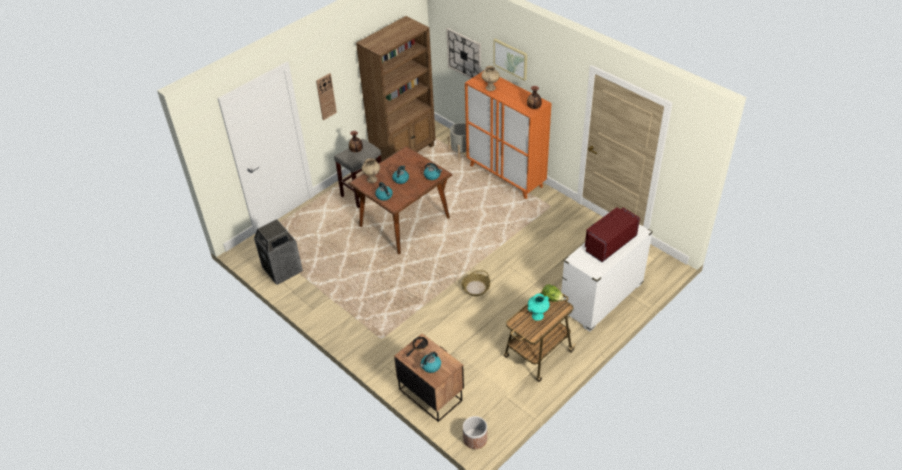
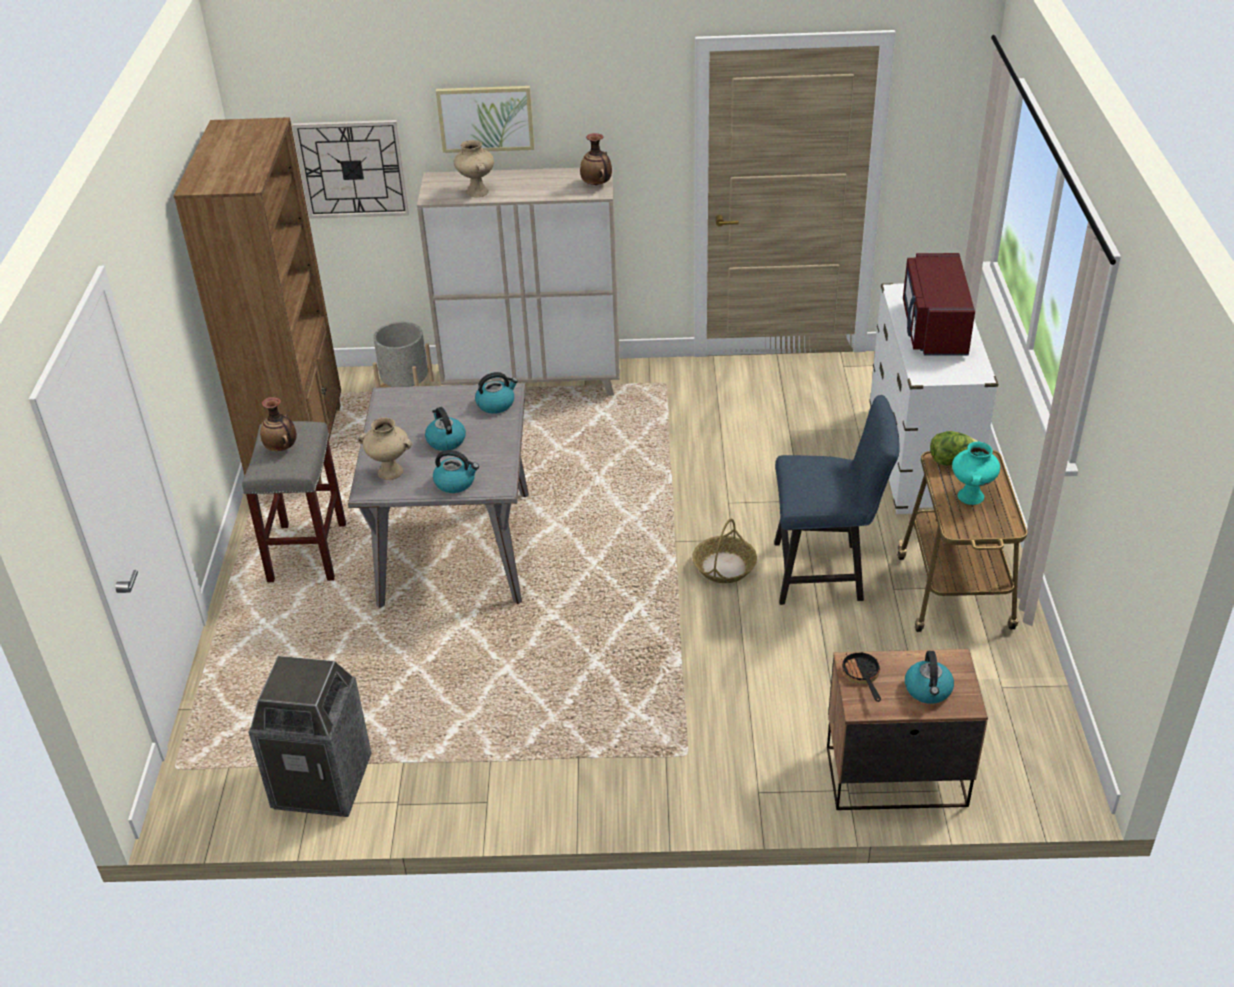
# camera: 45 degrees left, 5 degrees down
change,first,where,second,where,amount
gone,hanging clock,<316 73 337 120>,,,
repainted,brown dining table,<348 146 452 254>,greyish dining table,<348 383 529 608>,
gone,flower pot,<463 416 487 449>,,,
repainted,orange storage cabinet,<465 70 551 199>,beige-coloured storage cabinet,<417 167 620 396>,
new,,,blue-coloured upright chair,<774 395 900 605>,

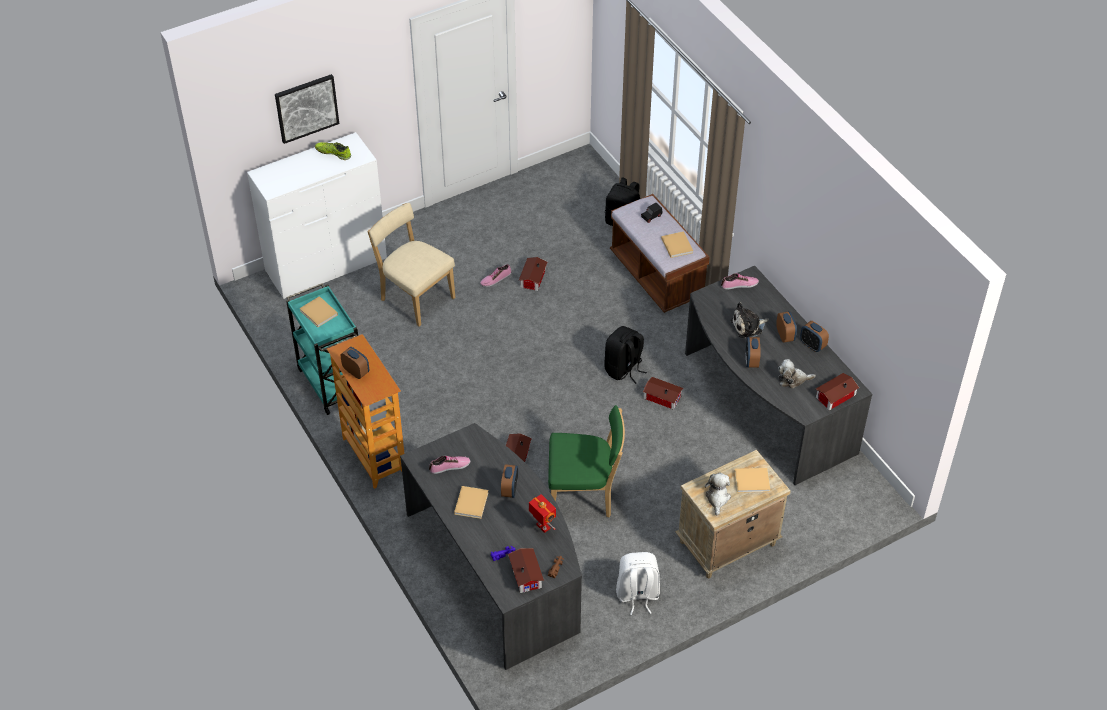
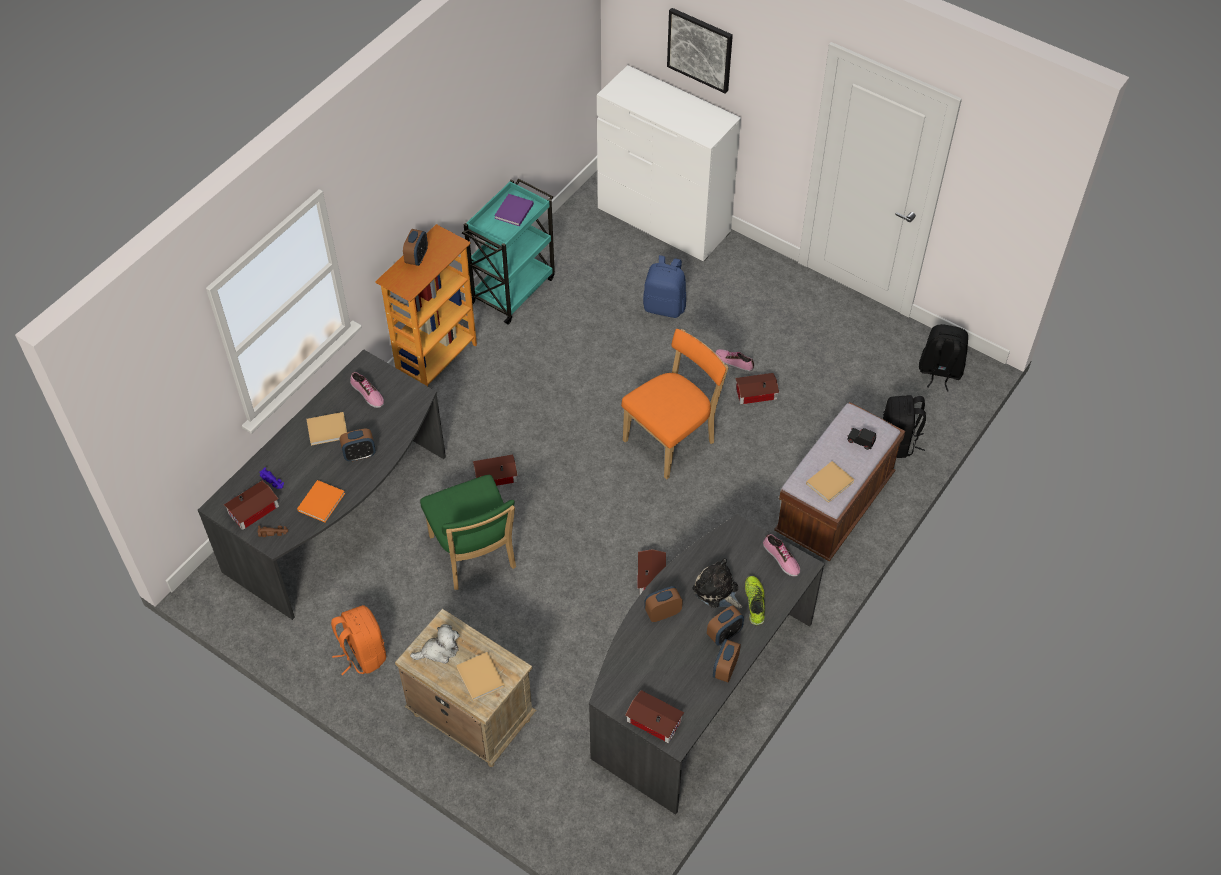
# camera: 65 degrees right, 5 degrees up
change,first,where,second,where,amount
repainted,beige-coloured bound book,<299 296 338 327>,purple bound book,<494 194 534 226>,
shifted,shoe,<315 142 351 160>,,<745 576 765 625>,
swapped,beige-coloured upright chair,<368 203 455 327>,blue-coloured rucksack,<643 255 686 318>,
swapped,model robot,<529 494 556 533>,orange bound book,<297 480 345 522>,
shifted,black rucksack,<604 326 647 384>,,<919 324 968 391>,
repainted,whitish rucksack,<616 552 660 615>,orange rucksack,<331 605 386 676>,
gone,cuddly toy,<778 359 816 389>,,,
new,,,orange upright chair,<621 329 728 480>,

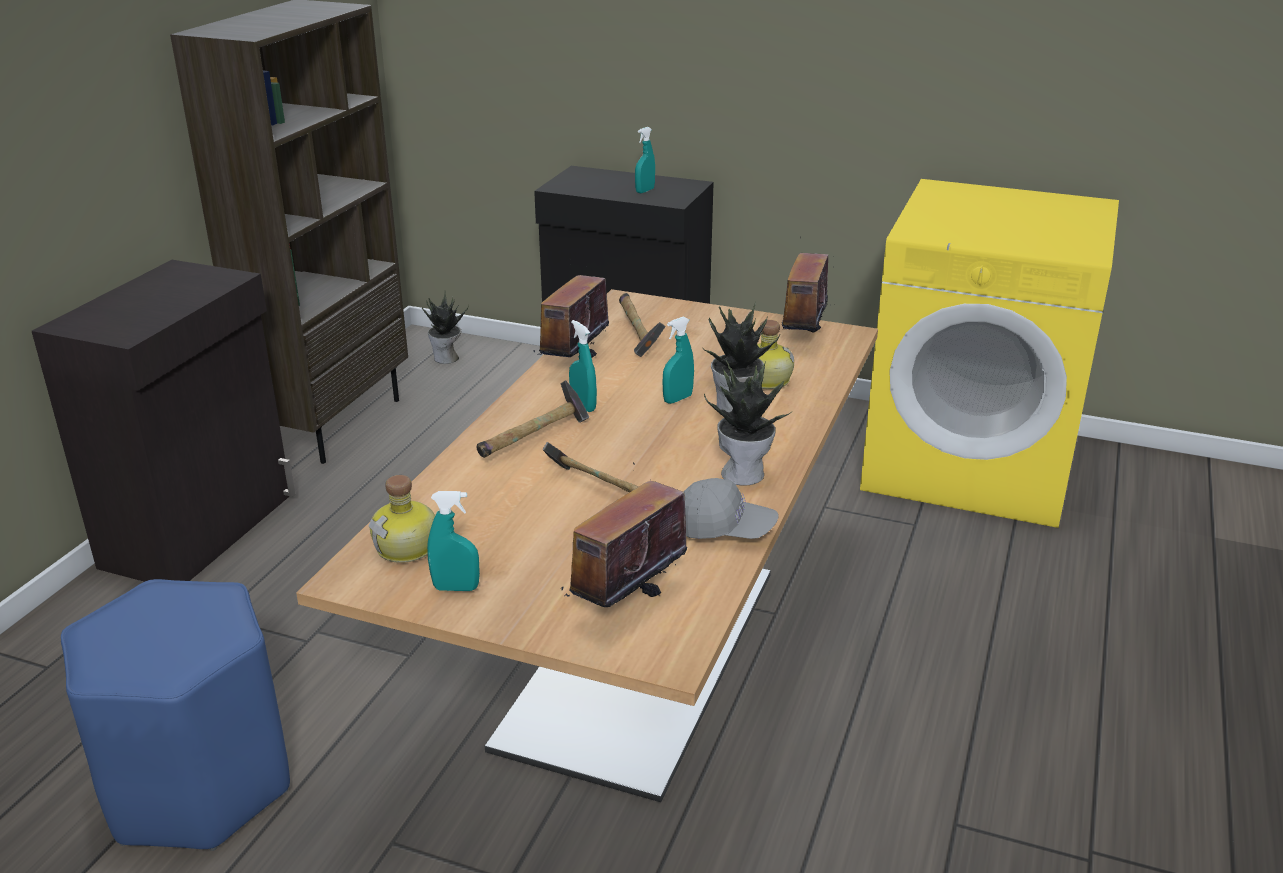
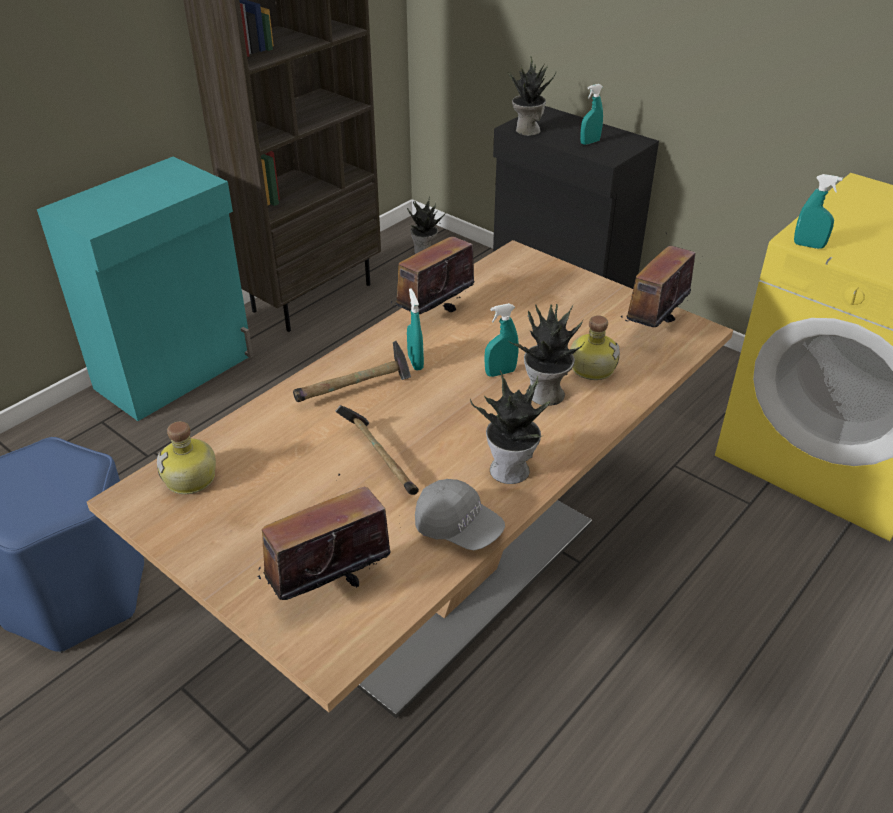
# camera: 20 degrees right, 10 degrees up
change,first,where,second,where,amount
repainted,black storage cabinet,<32 260 296 582>,turquoise-coloured storage cabinet,<37 157 253 421>,
shifted,turquoise-coloured spray bottle,<427 491 480 591>,,<794 174 843 249>,
gone,hand hammer,<619 293 666 357>,,,
new,,,potted plant,<507 56 556 136>,

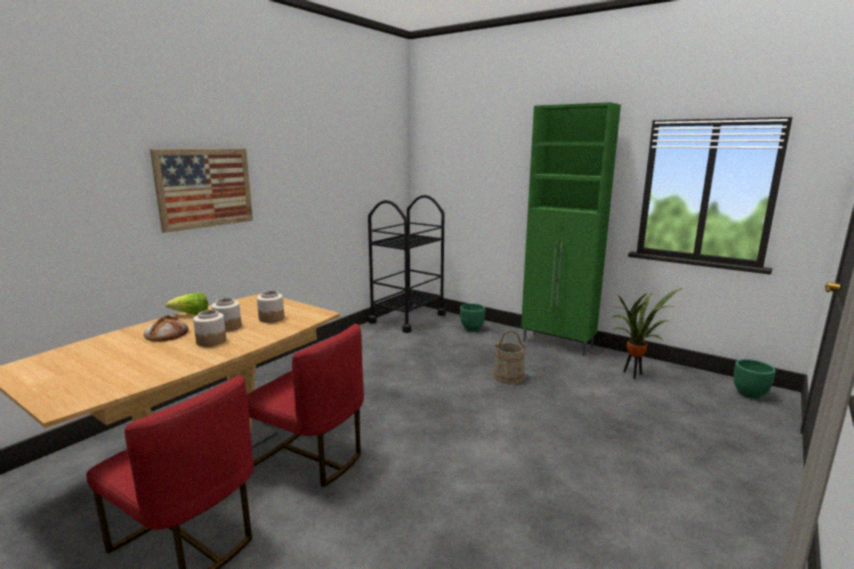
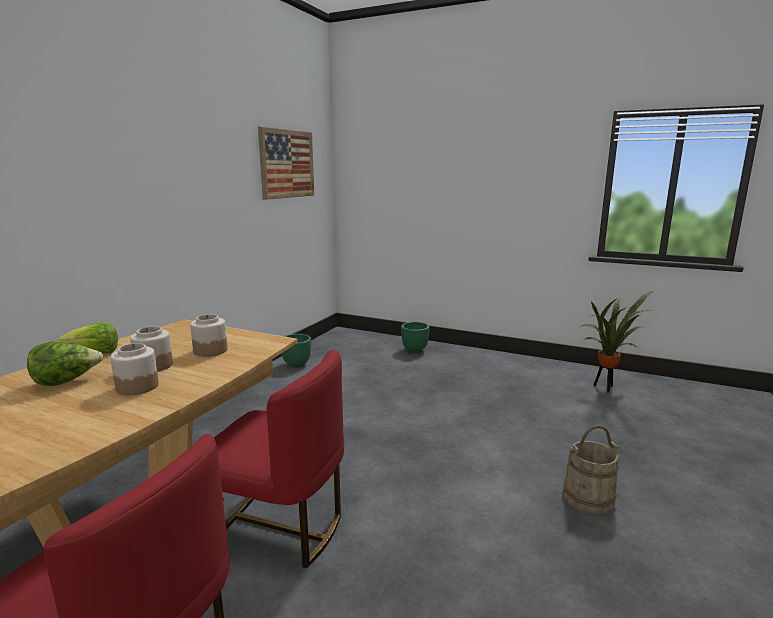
# camera: 10 degrees left, 0 degrees up
change,first,where,second,where,amount
swapped,baked bread,<144 315 188 342>,lettuce head,<27 341 103 386>,
shifted,wall picture,<150 149 253 233>,,<258 126 314 200>,
gone,black wheeled cart,<368 195 446 333>,,,
shifted,beige-coloured pail,<493 330 527 384>,,<563 425 619 514>,
gone,greenish storage cabinet,<521 102 621 356>,,,
shifted,greenish flower pot,<734 359 776 399>,,<282 334 311 368>,

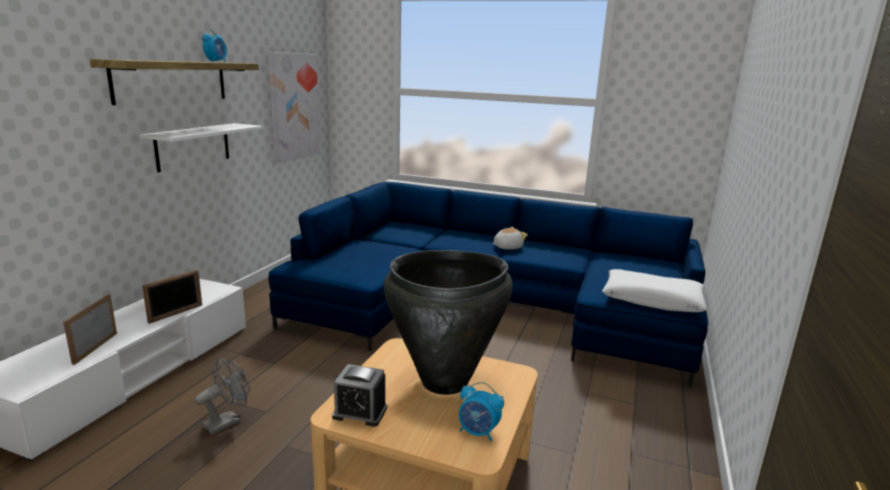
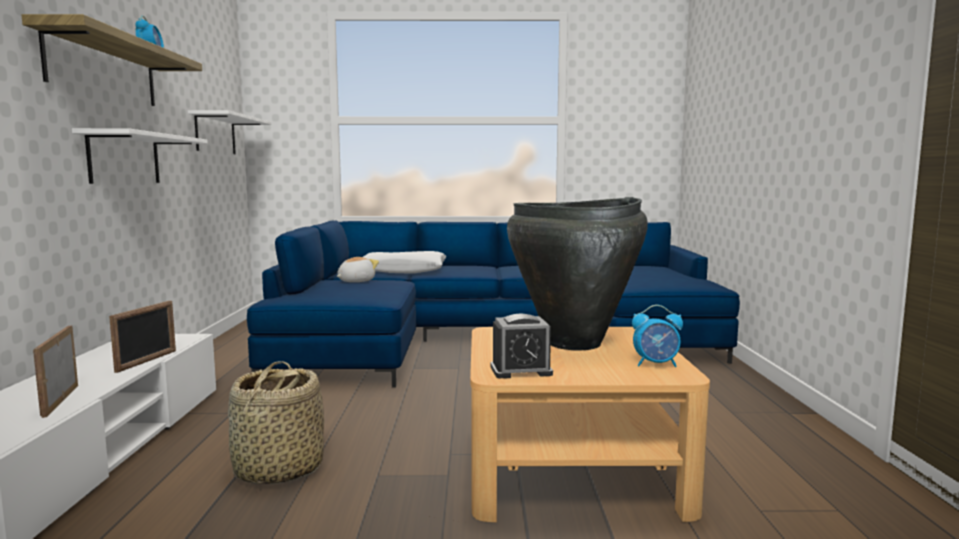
# camera: 20 degrees left, 10 degrees down
change,first,where,second,where,amount
swapped,greyish electric fan,<195 357 250 434>,household basket,<228 361 324 484>,
swapped,wall picture,<268 52 320 163>,whitish bracket shelf,<188 110 271 154>,
shifted,cuddly toy,<493 227 528 250>,,<337 257 379 282>,
shifted,whitish cushion,<602 269 707 312>,,<363 251 446 274>,

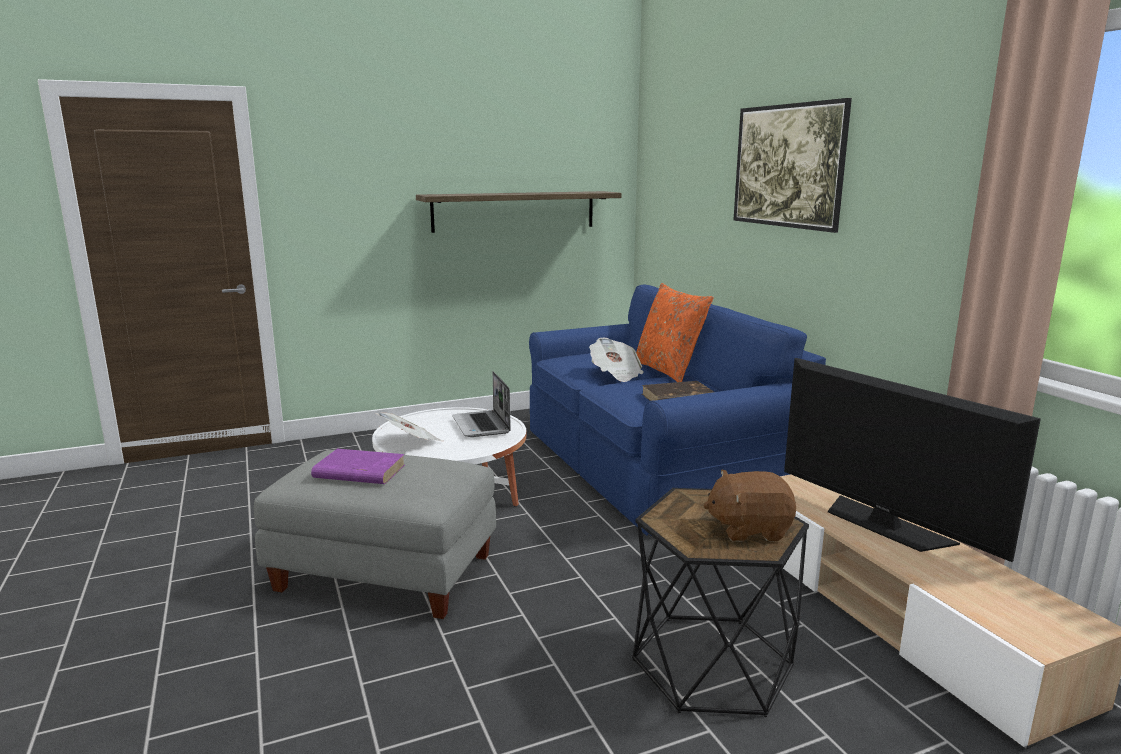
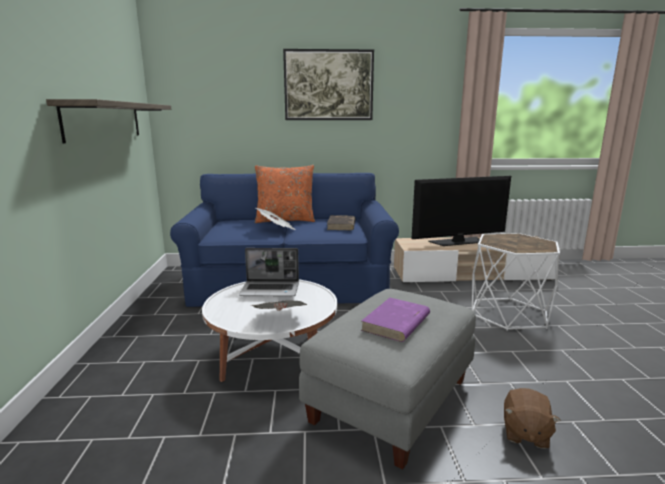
# camera: 70 degrees left, 0 degrees up
change,first,where,second,where,amount
repainted,black end table,<632 488 809 717>,whitish end table,<472 233 560 331>,
shifted,brown cuddly toy,<703 470 796 542>,,<504 388 560 449>,

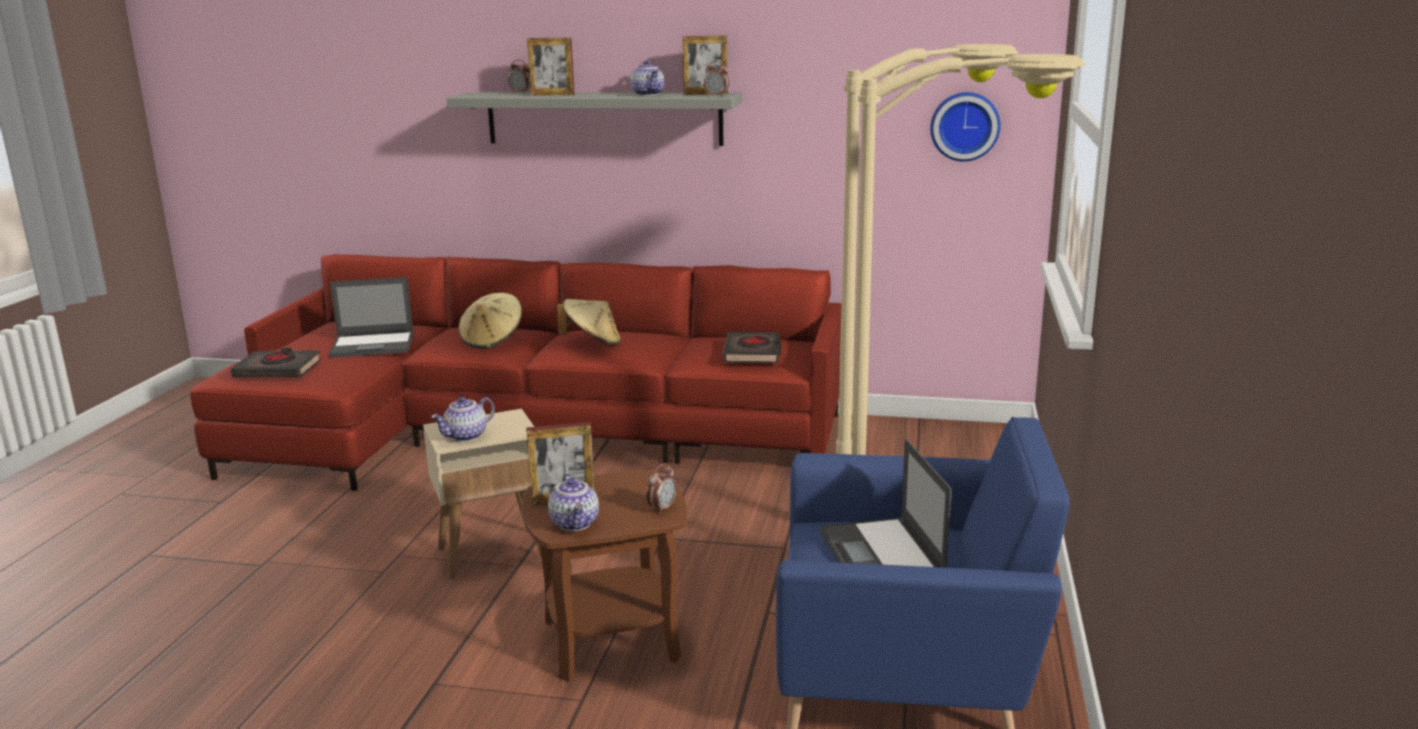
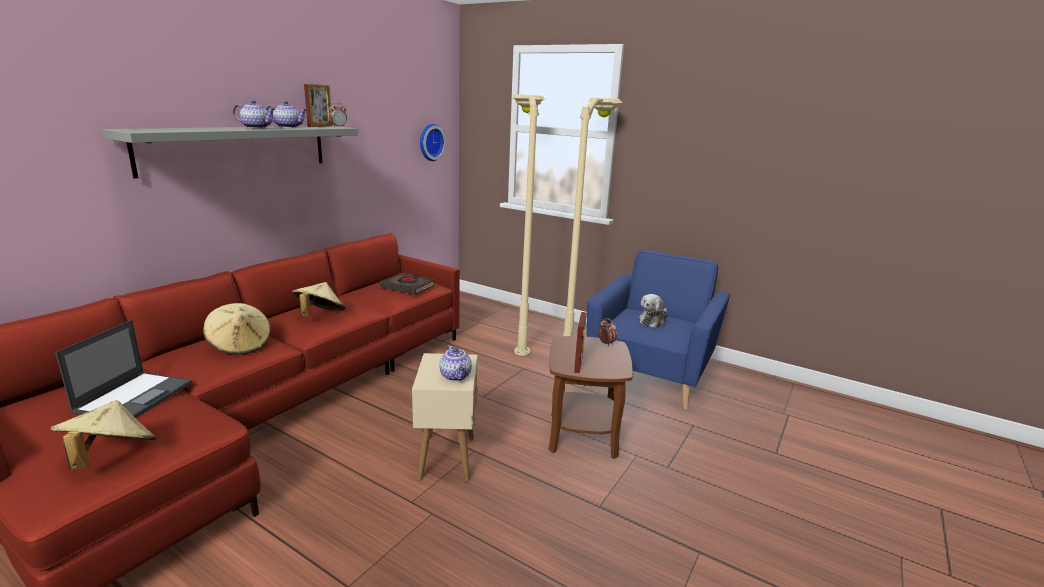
# camera: 70 degrees left, 0 degrees up
change,first,where,second,where,amount
swapped,black bound book,<231 348 321 378>,beige-coloured clothing hat,<50 400 156 470>,
gone,bedside clock,<508 60 530 93>,,,
gone,picture frame,<527 38 575 95>,,,
shifted,teapot,<548 474 599 531>,,<233 100 276 129>,
swapped,portable computer,<820 439 952 568>,cuddly toy,<639 294 668 328>,

